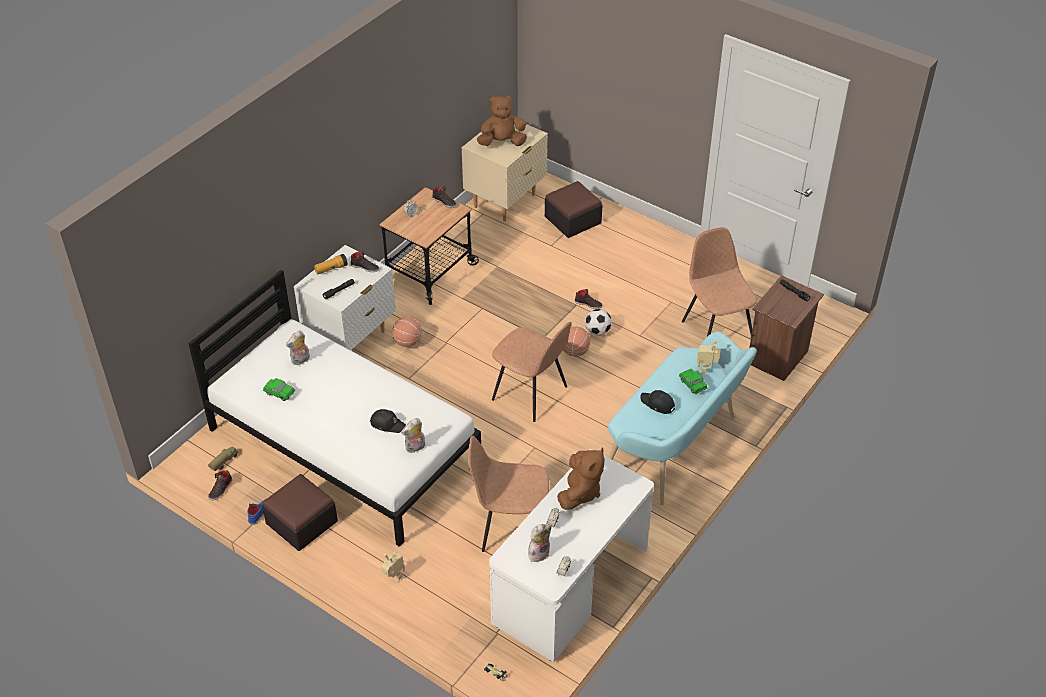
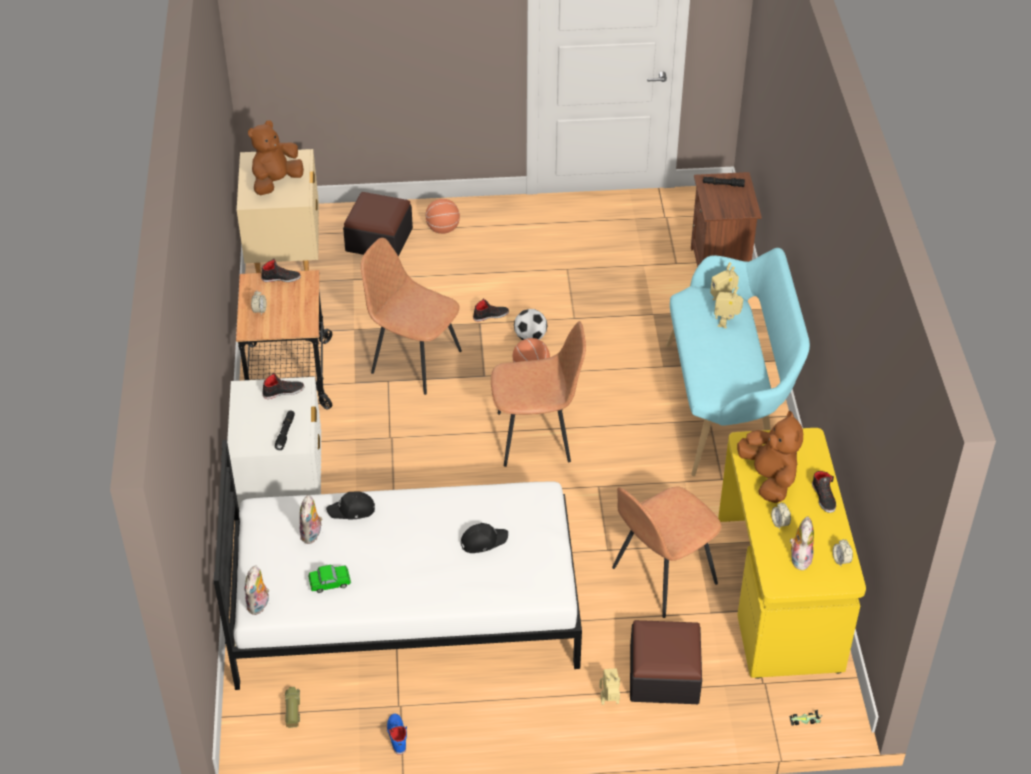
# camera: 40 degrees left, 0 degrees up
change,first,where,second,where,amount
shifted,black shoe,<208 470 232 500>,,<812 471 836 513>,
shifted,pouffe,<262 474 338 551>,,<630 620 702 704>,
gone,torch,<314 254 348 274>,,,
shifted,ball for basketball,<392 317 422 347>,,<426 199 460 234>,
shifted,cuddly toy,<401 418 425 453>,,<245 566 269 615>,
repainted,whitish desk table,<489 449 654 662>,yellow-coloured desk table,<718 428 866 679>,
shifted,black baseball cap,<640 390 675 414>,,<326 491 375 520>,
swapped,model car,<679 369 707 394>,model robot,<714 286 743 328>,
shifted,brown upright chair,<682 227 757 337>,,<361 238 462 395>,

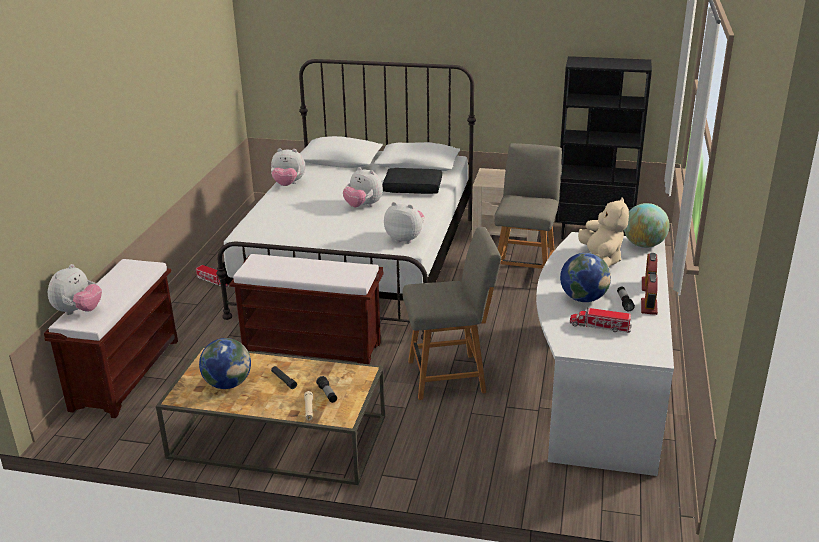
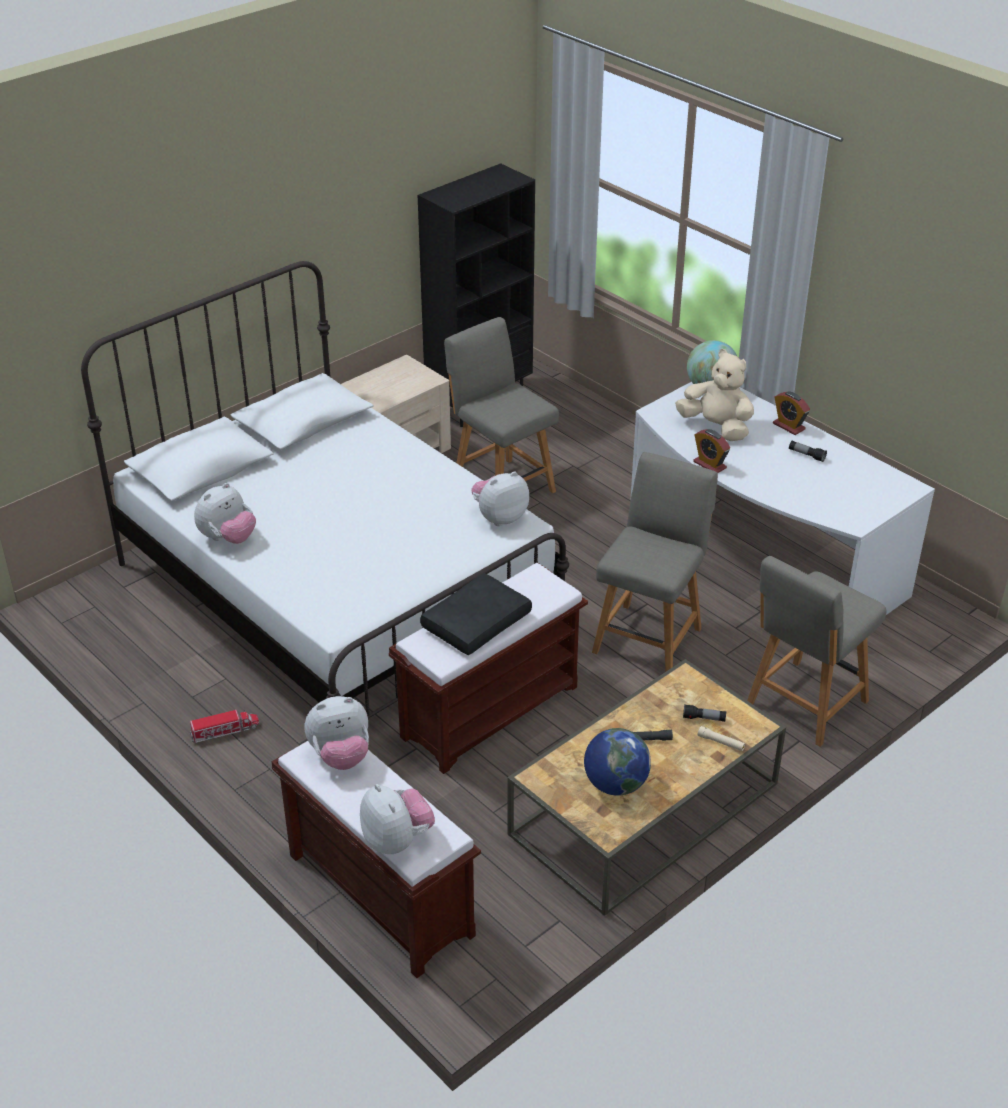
# camera: 55 degrees left, 10 degrees up
change,first,where,second,where,amount
shifted,cuddly toy,<343 167 383 207>,,<304 696 369 770>,
shifted,black cushion,<382 168 442 194>,,<420 573 532 655>,
gone,globe,<560 253 611 302>,,,
gone,toy truck,<570 307 632 333>,,,
shifted,bedside clock,<641 273 658 315>,,<693 429 730 473>,
new,,,greyish upright chair,<747 556 887 747>,

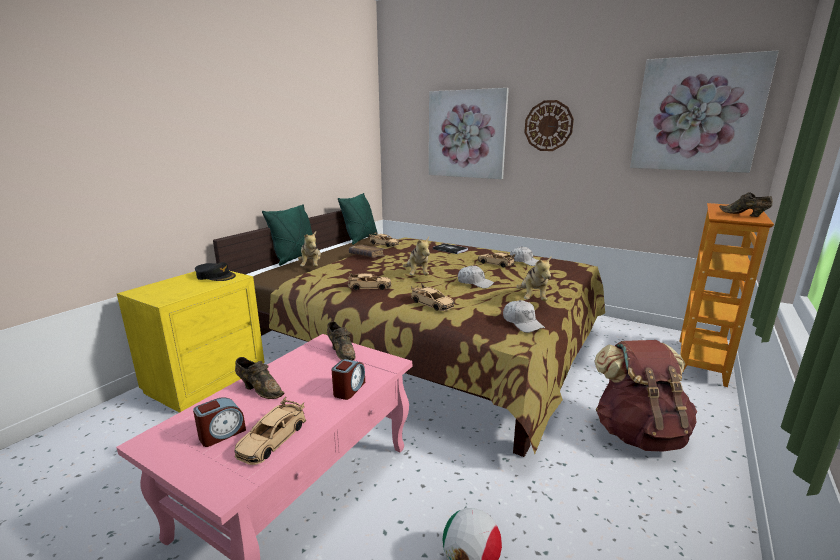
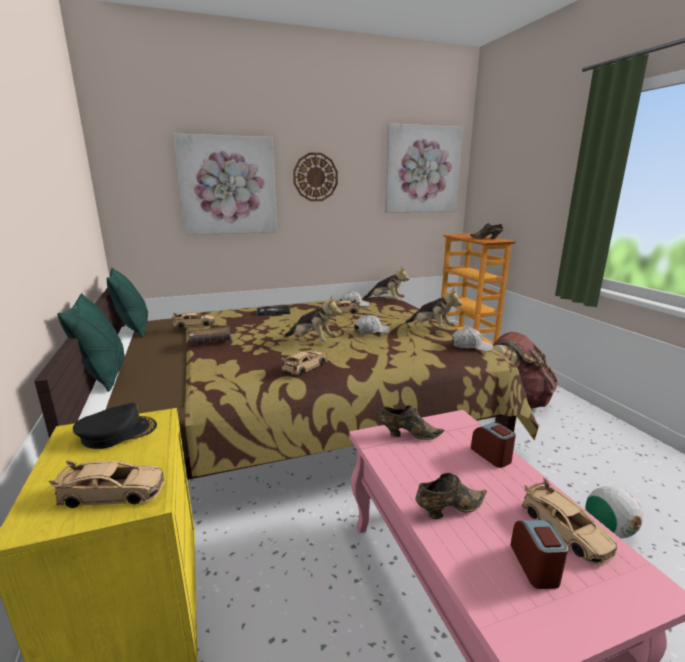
# camera: 50 degrees left, 0 degrees up
change,first,where,second,where,amount
shifted,cuddly toy,<298 232 321 267>,,<363 267 410 299>,
shifted,beige-coloured model car,<411 283 454 311>,,<49 461 165 508>,

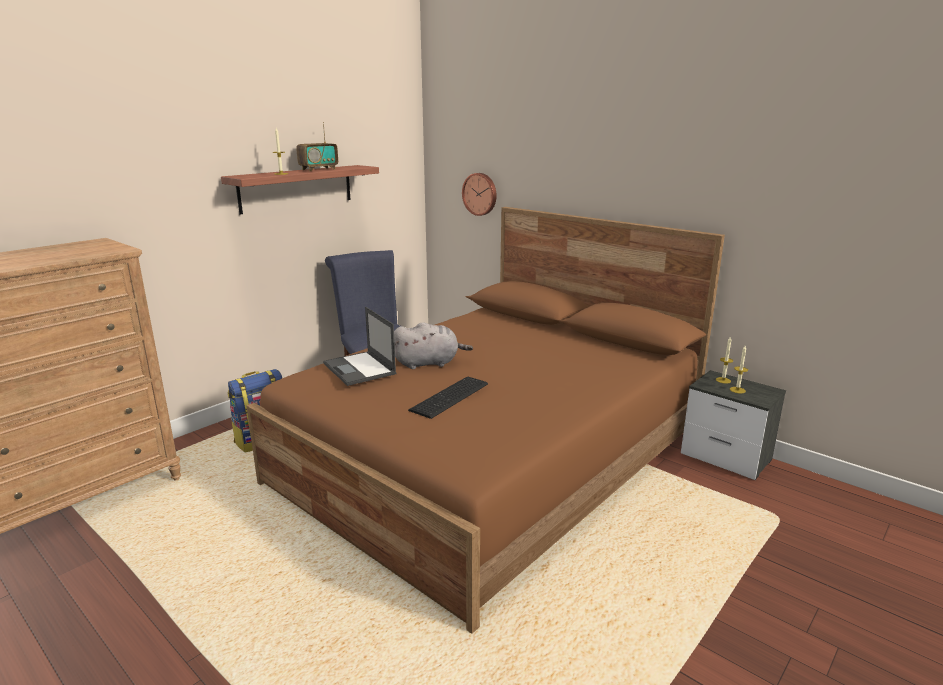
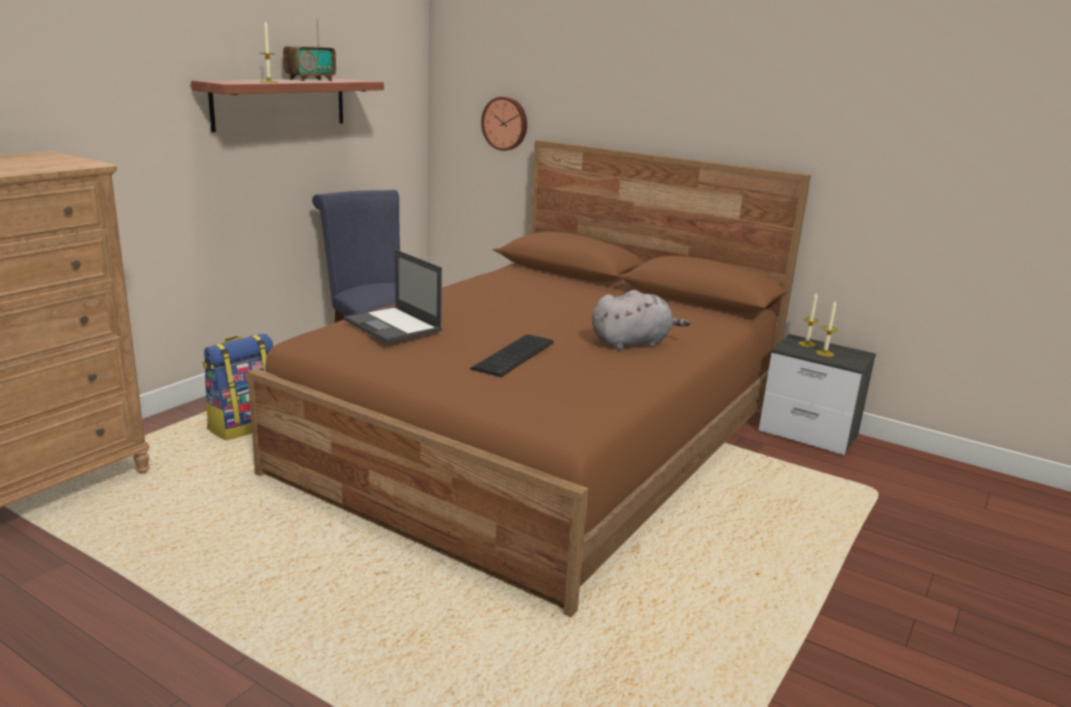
# camera: 10 degrees left, 0 degrees up
change,first,where,second,where,amount
shifted,greyish cuddly toy,<394 322 473 369>,,<592 290 690 350>,

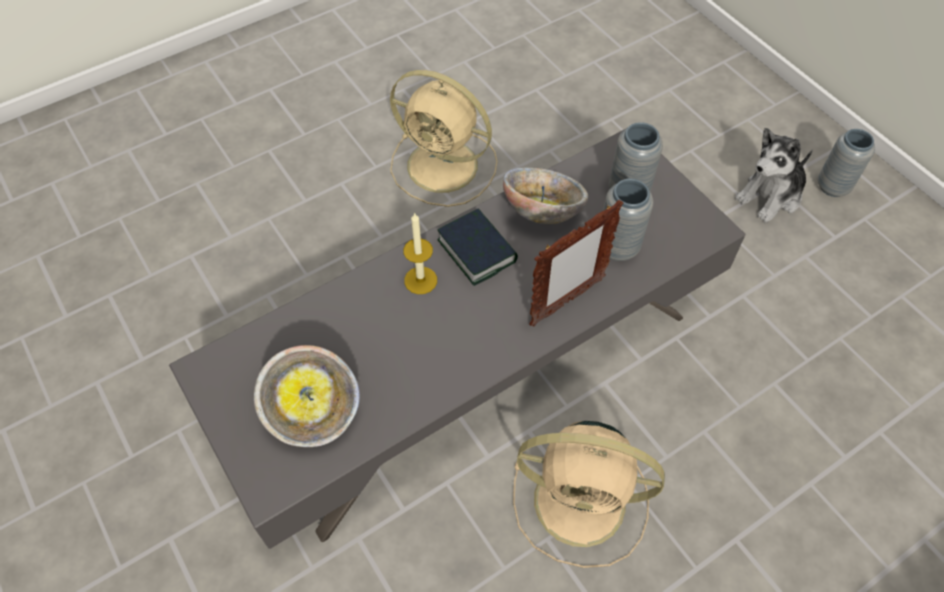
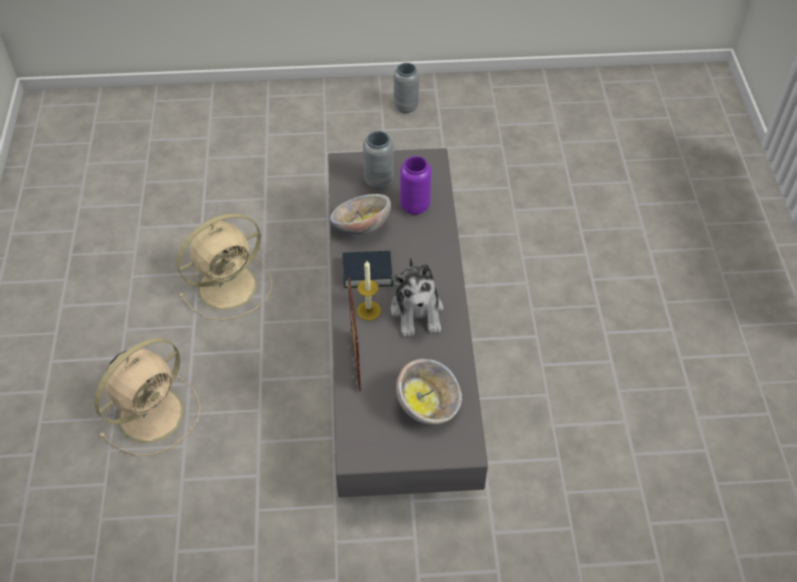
# camera: 60 degrees left, 5 degrees down
change,first,where,second,where,amount
shifted,beige-coloured electric fan,<513 421 665 568>,,<94 338 201 456>,
shifted,picture frame,<529 200 623 327>,,<348 277 361 391>,
repainted,greyish vase,<603 179 654 261>,purple vase,<400 156 432 215>,
shifted,cuddly toy,<735 128 813 223>,,<391 258 444 337>,

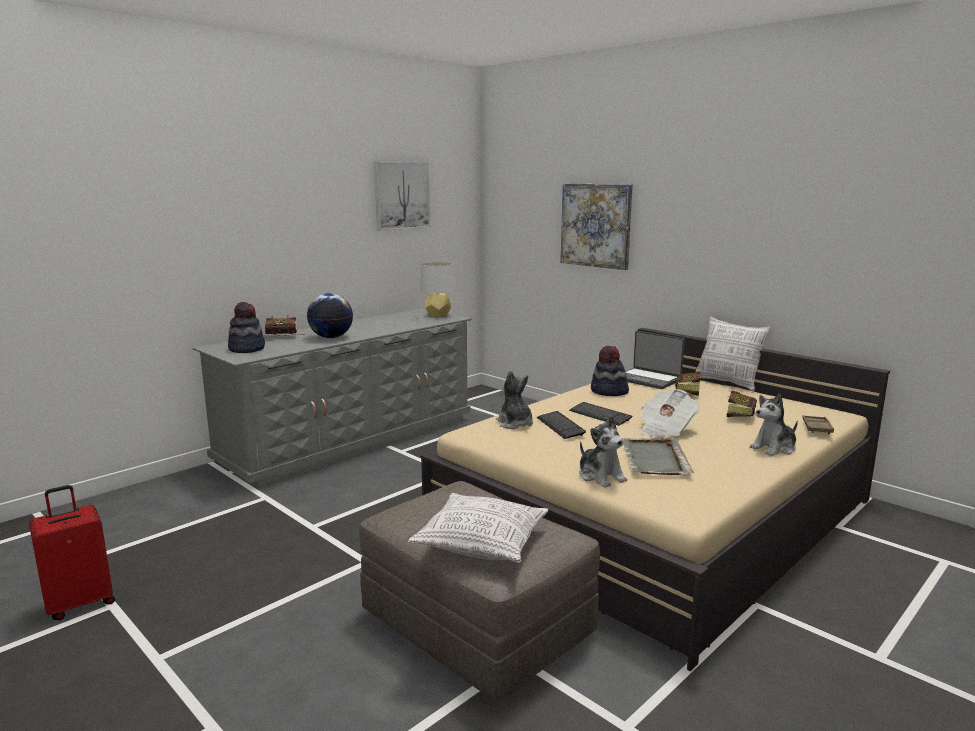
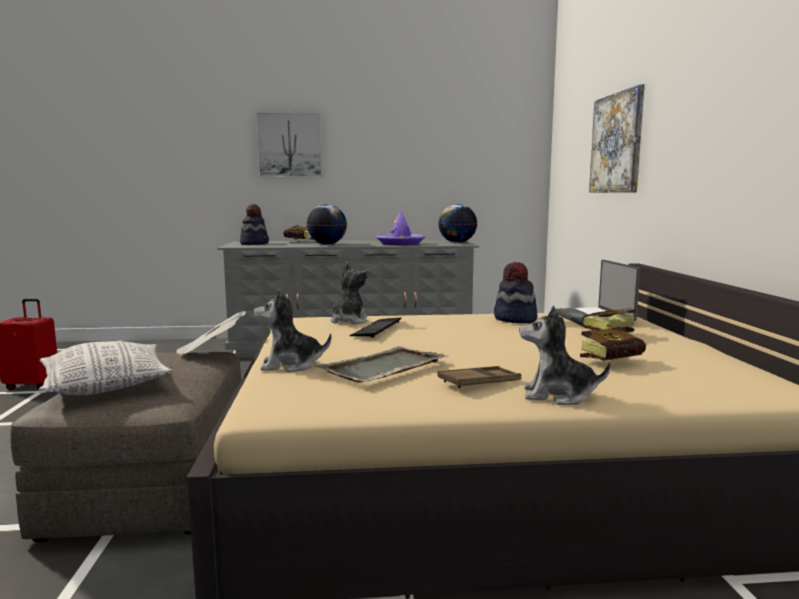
# camera: 40 degrees right, 5 degrees down
change,first,where,second,where,amount
shifted,wall picture,<374 161 431 231>,,<256 111 323 178>,
swapped,greyish tabletop lamp,<420 262 455 317>,globe,<438 204 477 243>,
gone,keyboard,<569 402 632 426>,,,
rotated,cuddly toy,<579 416 627 488>,,<254 289 332 372>,75 degrees clockwise
shifted,newspaper,<640 389 700 437>,,<177 311 246 356>,
gone,cushion,<696 317 770 392>,,,
shifted,brown tray,<802 415 834 434>,,<437 366 521 389>,
new,,,purple clothing hat,<376 211 425 245>,

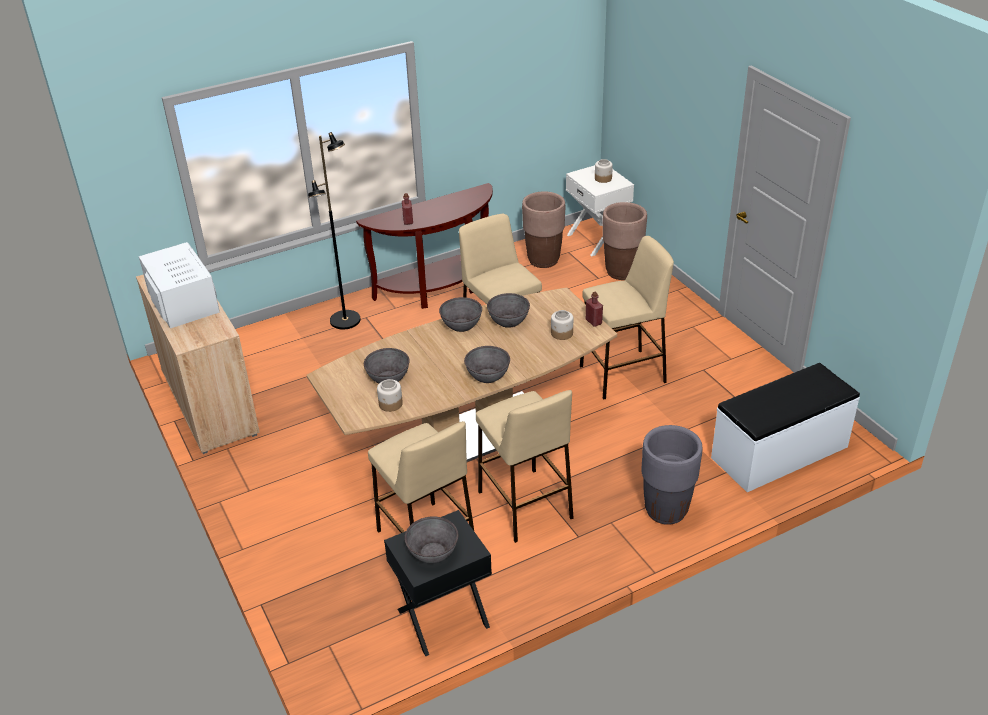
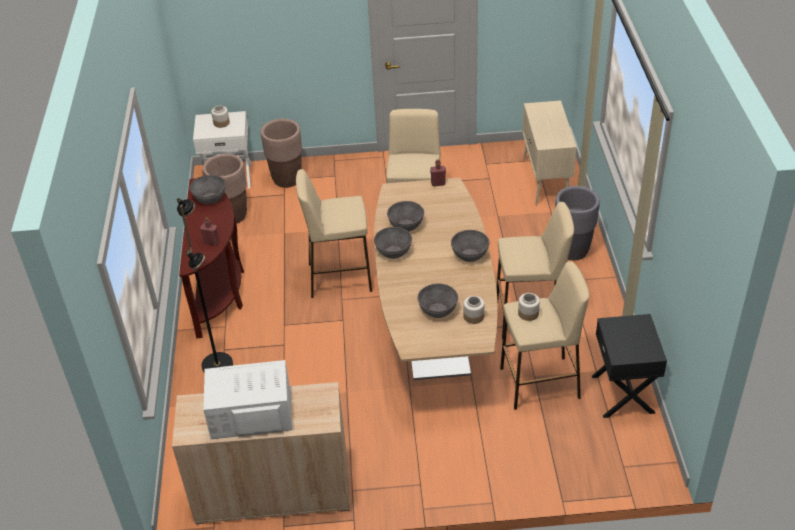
# camera: 65 degrees left, 5 degrees up
change,first,where,second,where,amount
shifted,greyish bowl,<404 516 458 564>,,<190 175 226 204>,
shifted,preserve jar,<551 310 573 340>,,<518 293 540 321>,
swapped,whitish long seat,<711 363 860 492>,beige-coloured storage cabinet,<522 101 577 206>,

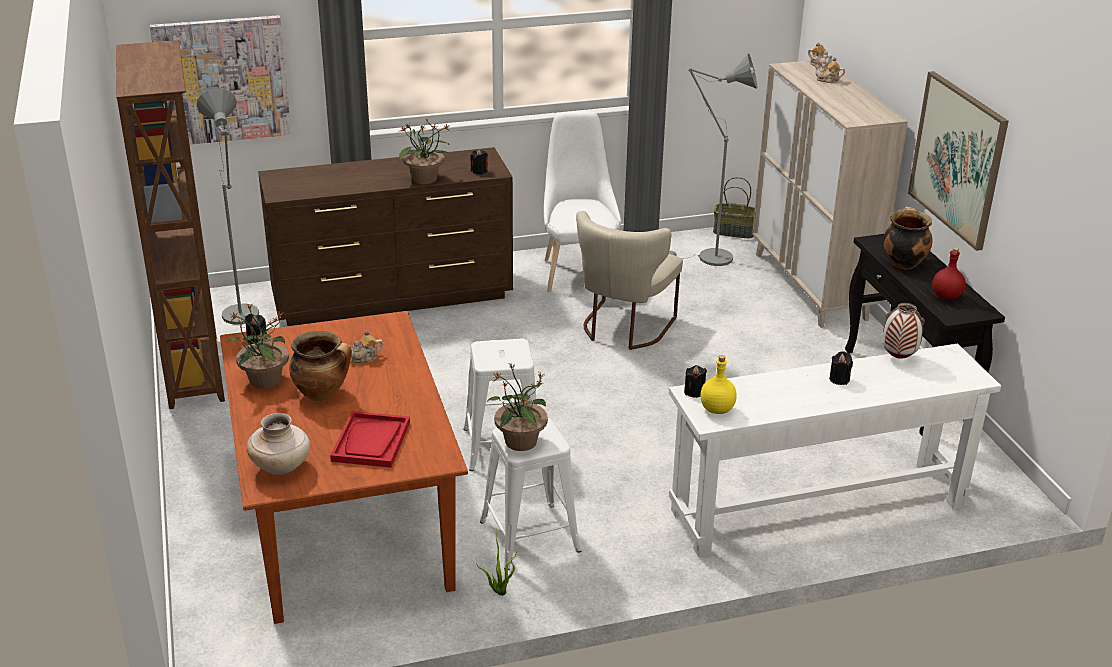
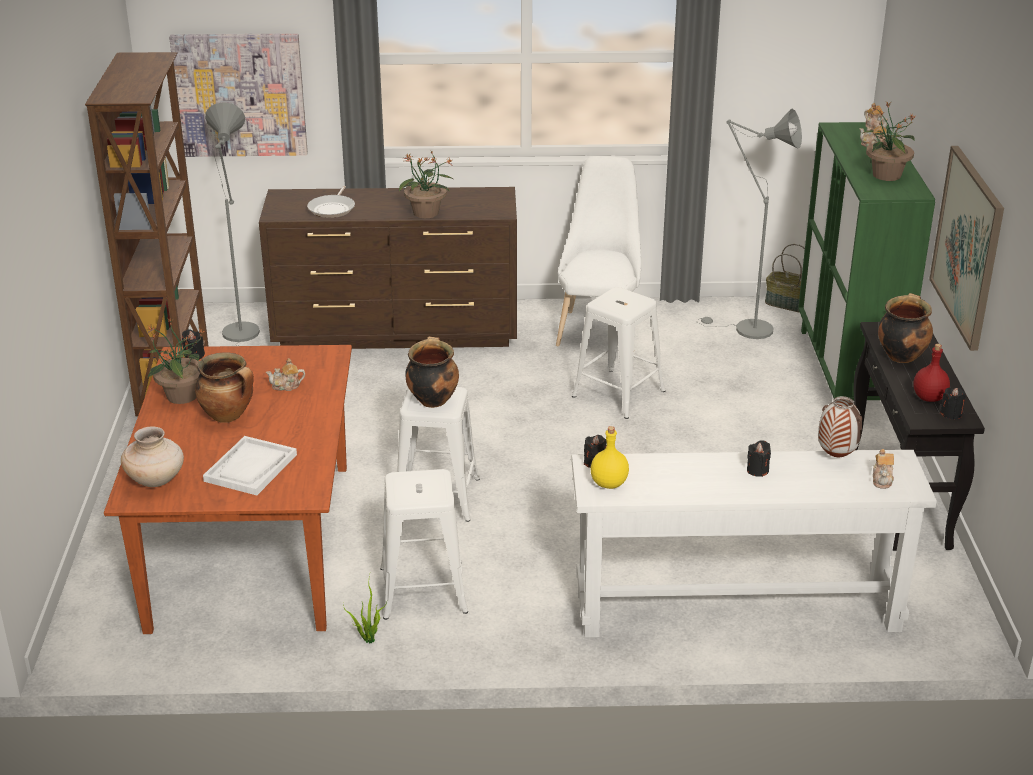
# camera: 15 degrees right, 0 degrees up
change,first,where,second,where,amount
repainted,red tray,<330 411 410 468>,whitish tray,<203 436 297 495>,
shifted,black wax candle,<470 149 488 174>,,<940 388 966 420>,
shifted,potted plant,<487 364 548 451>,,<861 102 915 181>,
swapped,beige-coloured upright chair,<576 211 683 350>,whitish sitting stool,<572 287 665 419>,
repainted,beige-coloured storage cabinet,<752 60 908 328>,greenish storage cabinet,<798 122 935 401>,
new,,,frying pan,<307 185 355 218>,
new,,,stockpot,<405 336 459 408>,
new,,,teapot,<873 449 894 489>,

